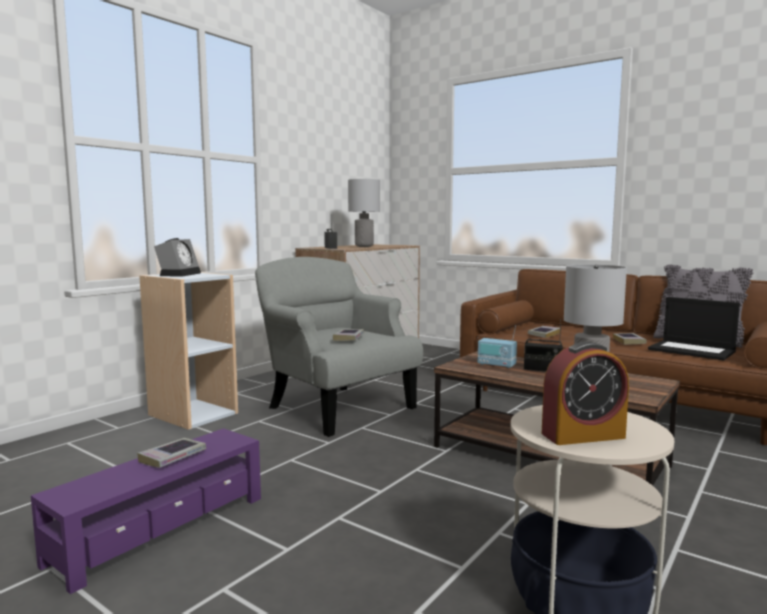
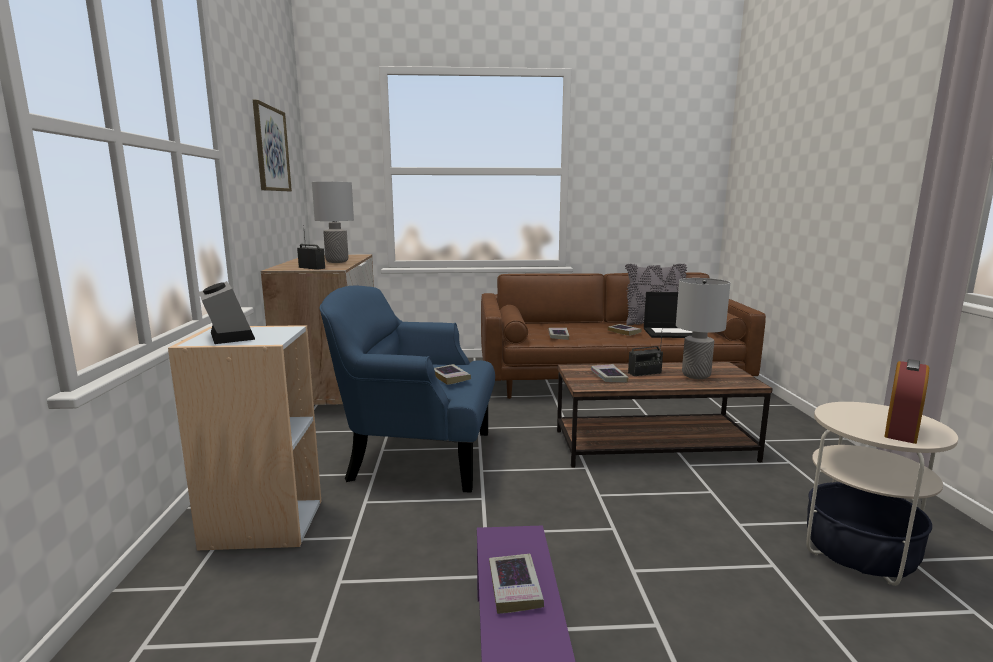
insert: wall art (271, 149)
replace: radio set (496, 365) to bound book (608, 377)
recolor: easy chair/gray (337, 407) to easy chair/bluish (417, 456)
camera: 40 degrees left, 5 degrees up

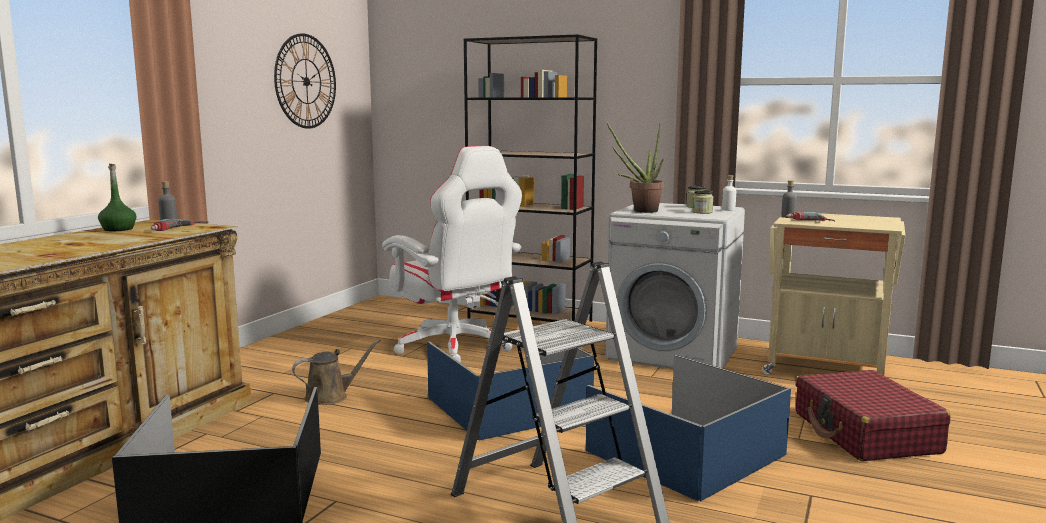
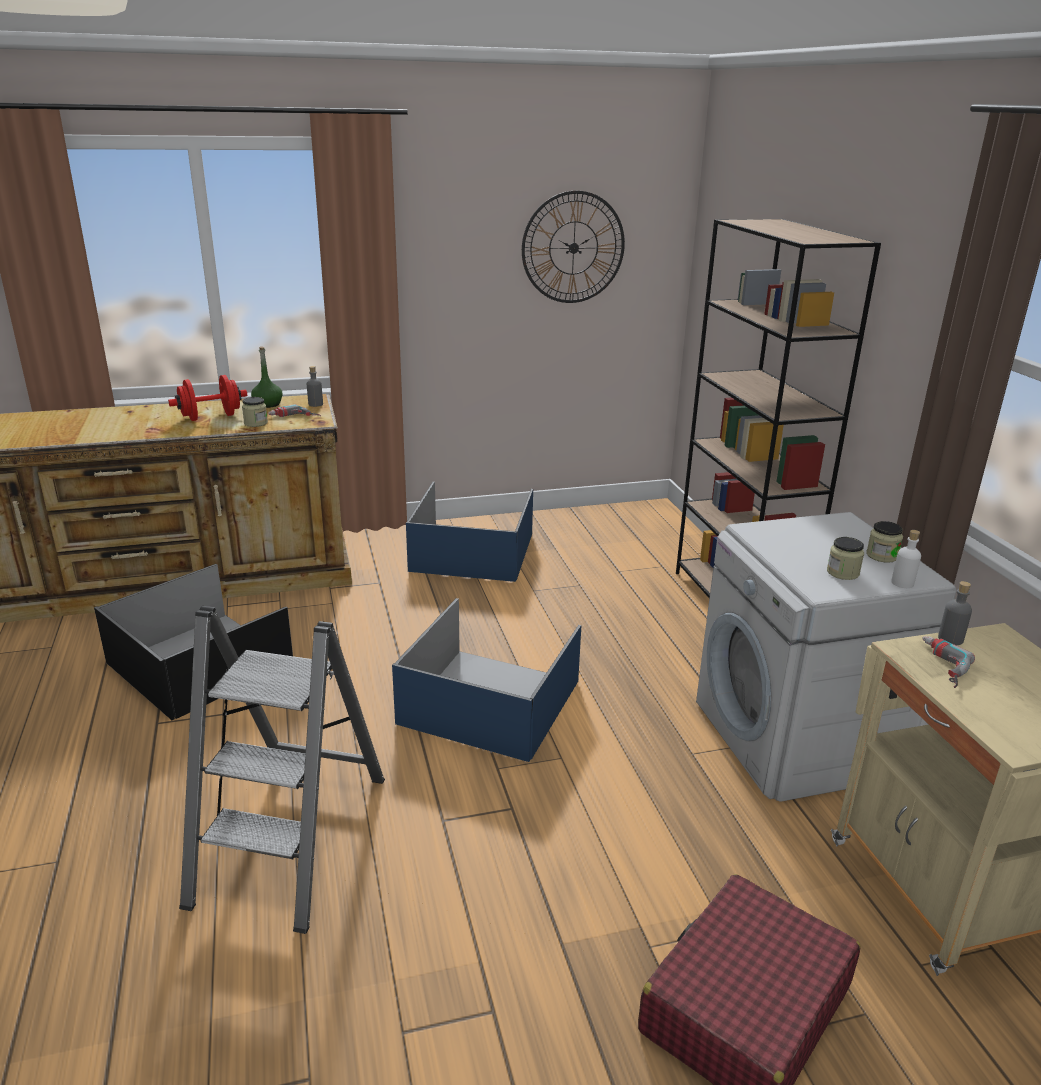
delete: sprinkling can/brown-coloured (330, 396); computer chair/white-coloured (453, 346); plant in a pot (640, 211)
insert: hand weight/red-coloured (211, 417); jar (256, 423)
move: storage bin/bluish (686, 452) to (474, 552)
camera: 50 degrees right, 15 degrees up

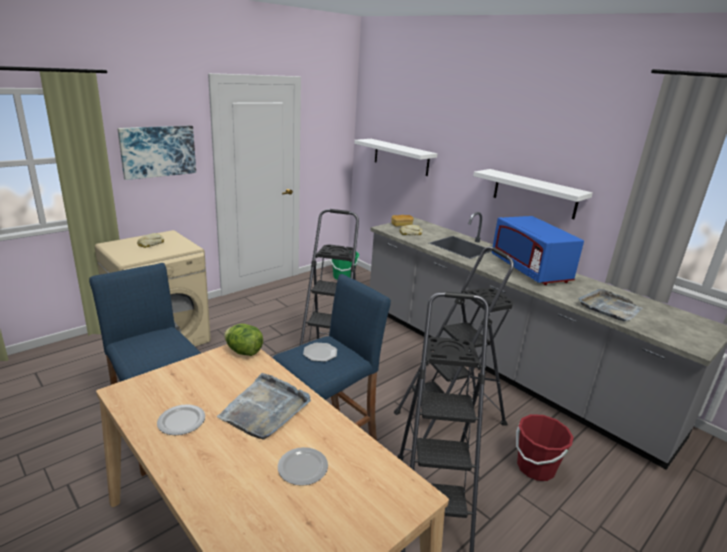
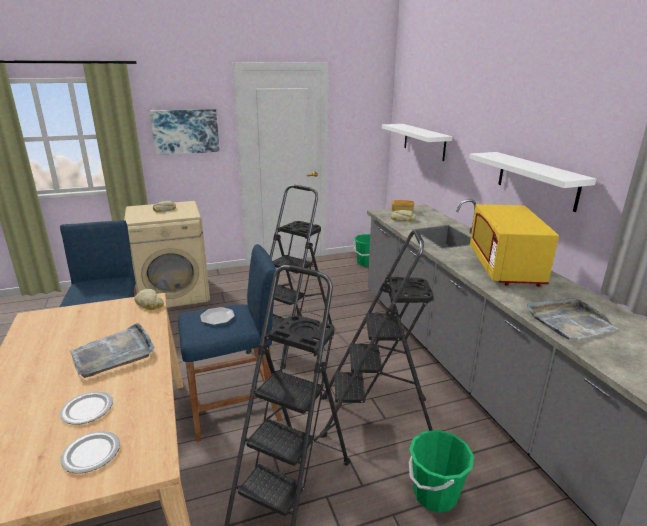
move: dinner plate (180, 421) to (91, 453)
replace: lettuce (244, 352) to baked bread (149, 304)
recolor: pail/red-coloured (535, 468) to pail/greenish (435, 494); microwave oven/bluish (530, 270) to microwave oven/yellowish (504, 267)
camera: 25 degrees right, 0 degrees up

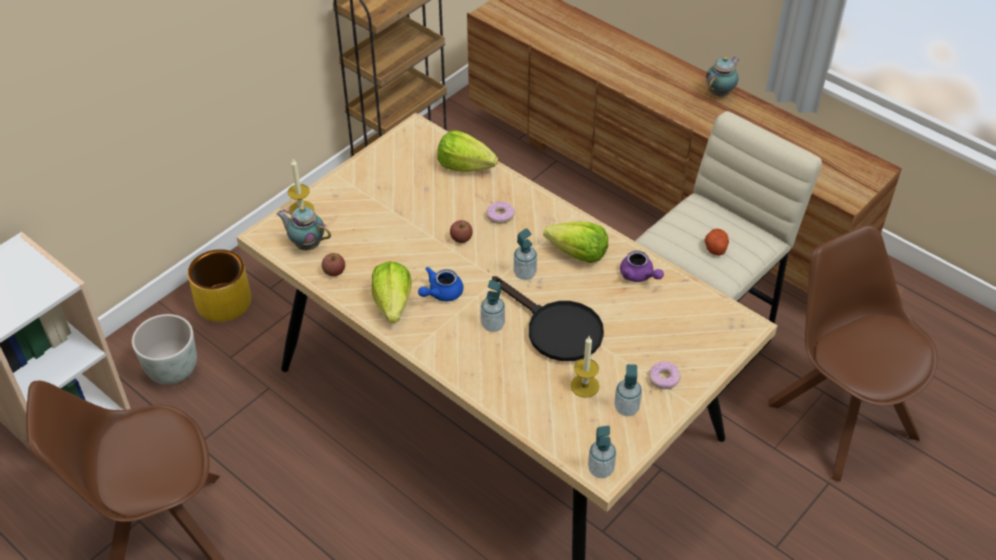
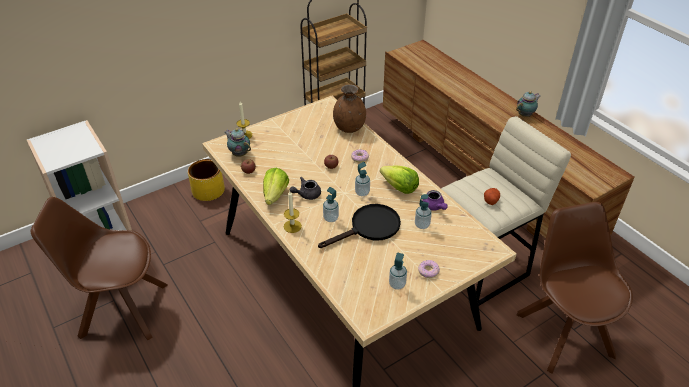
delete: plant pot/gray (172, 369)
move: wax candle (584, 386) to (292, 226); liquid soap bottle (600, 469) to (422, 225)
replace: lettuce (465, 166) to decorative vase/brown-coloured (349, 127)
recolor: tea pot/bluish (441, 293) to tea pot/gray (306, 194)
rotate: frying pan/black (556, 329) = (369, 228) 90 degrees counterclockwise
camera: 15 degrees right, 5 degrees down

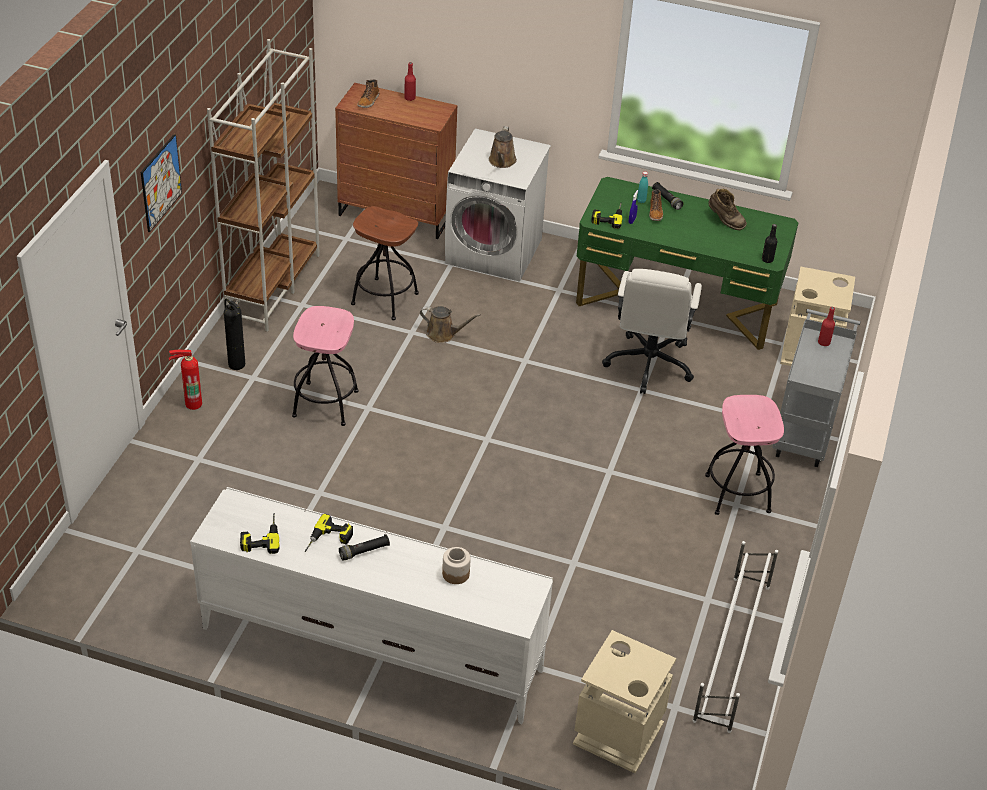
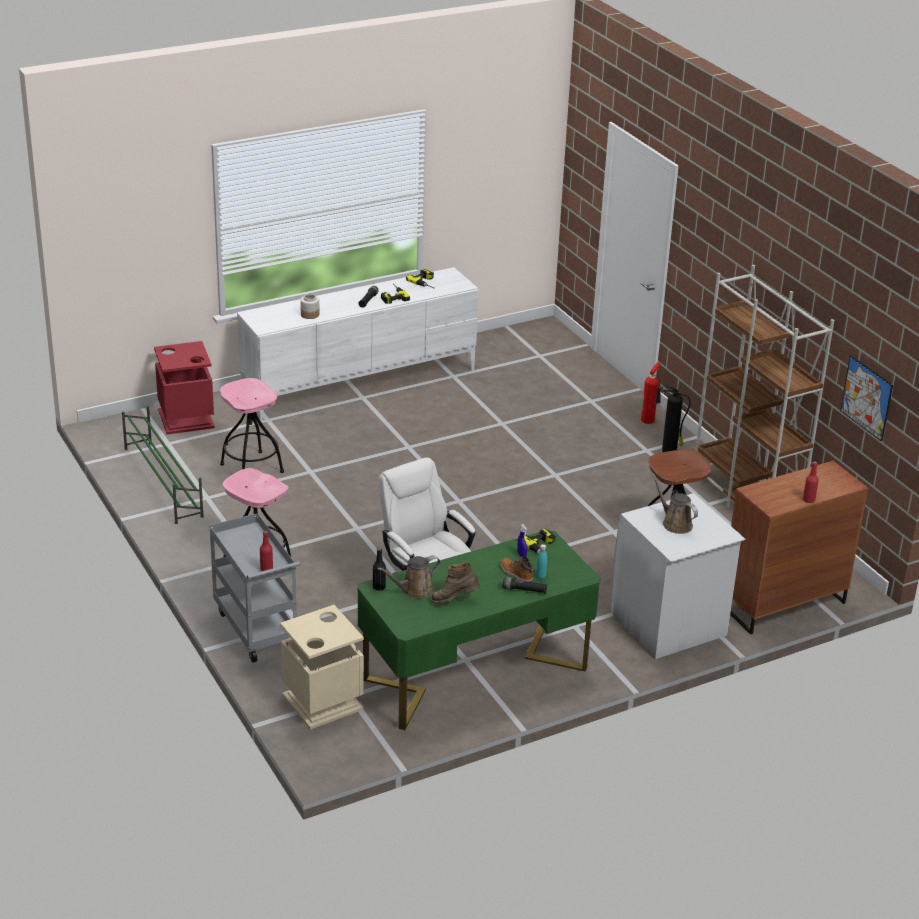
delete: tall boot (368, 101)
move: sitting stool/pink (325, 403) to (252, 468); sprinkling can/brown-coloured (443, 334) to (414, 590); wall art (161, 182) to (866, 398)
recolor: shoe stand/white-coloured (731, 652) to shoe stand/greenish (163, 481); waste bin/sand-coloured (618, 732) to waste bin/red-coloured (186, 419)
camera: 135 degrees right, 10 degrees down

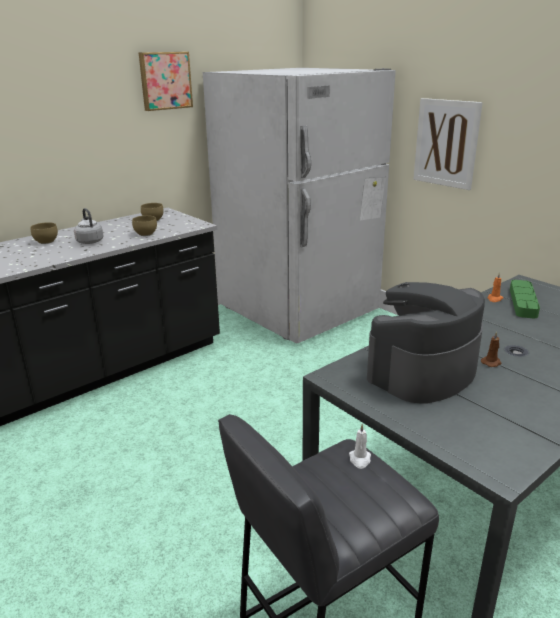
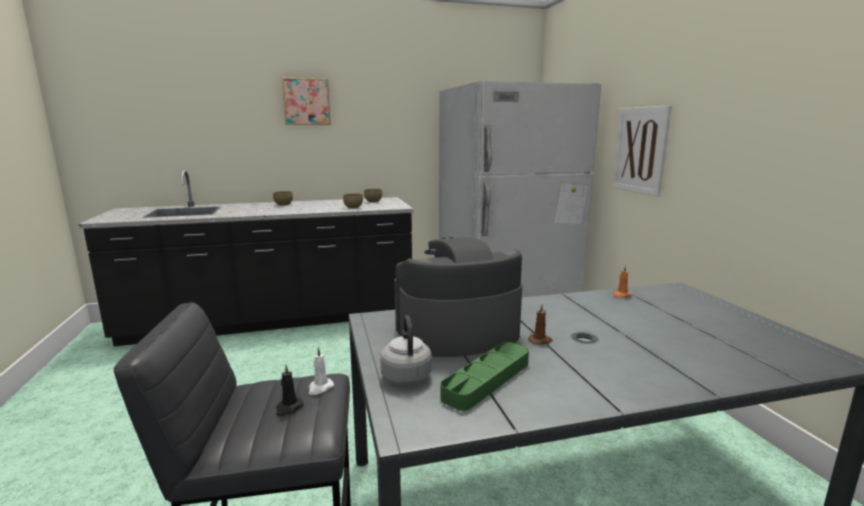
insert: wax candle/black (288, 408)
move: wall art (165, 80) to (306, 102); water kettle/gray (89, 241) to (406, 375); tray/greenish (523, 302) to (487, 379)
camera: 25 degrees right, 10 degrees down

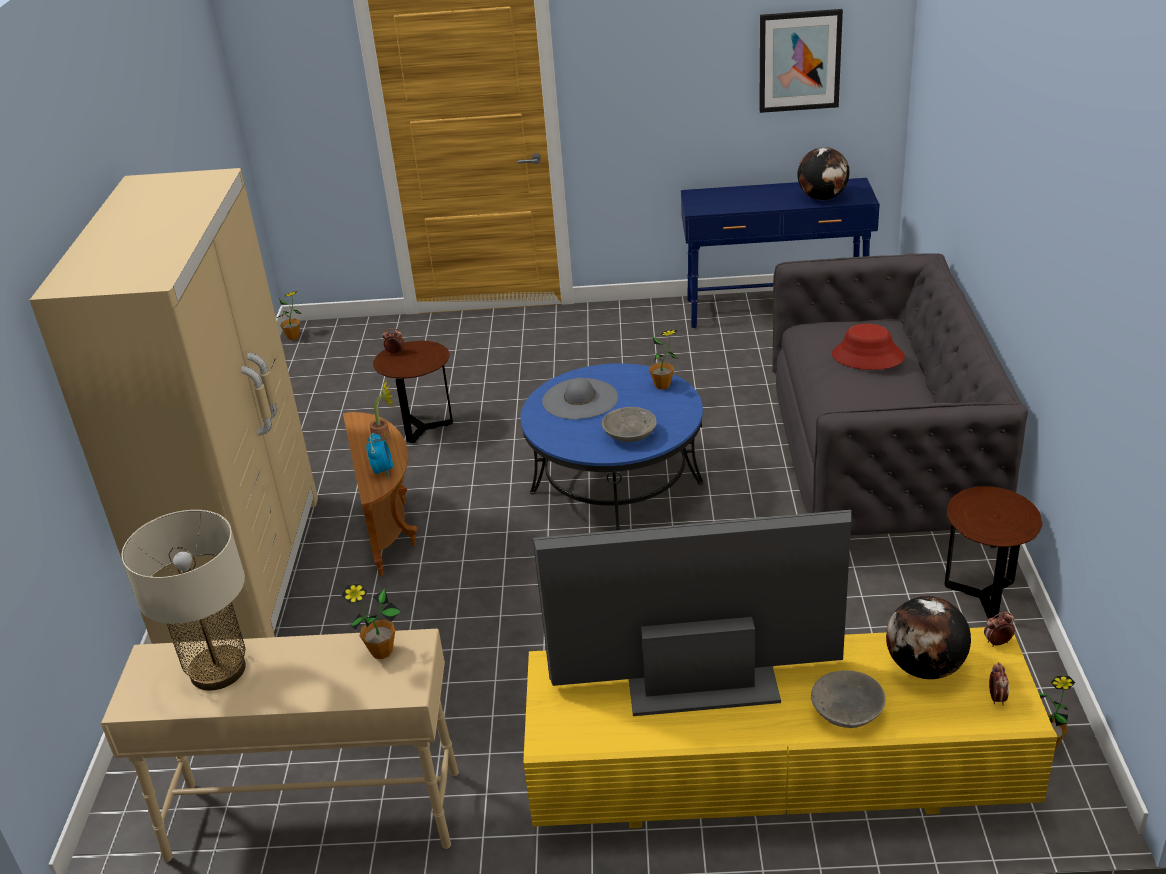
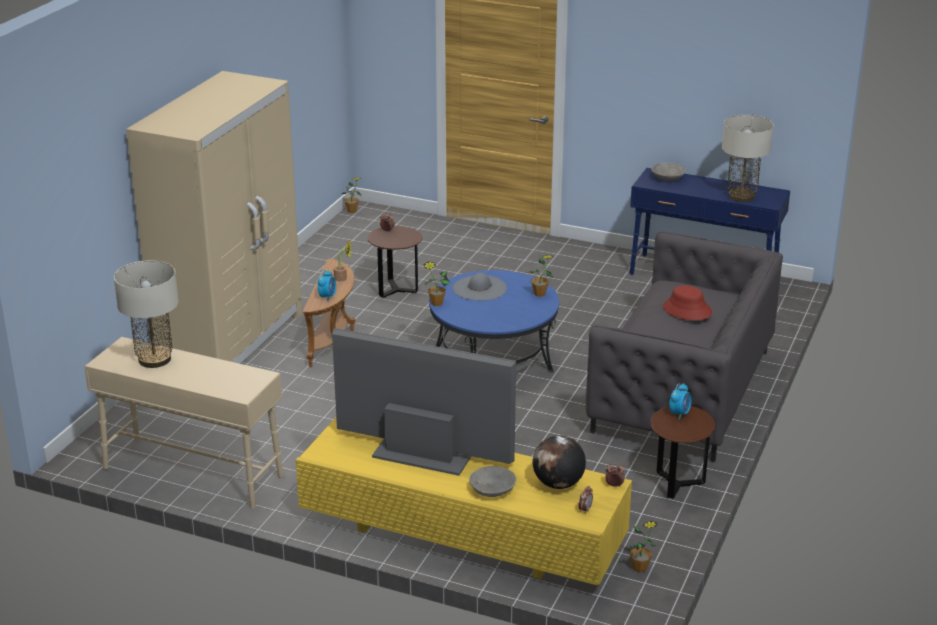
delete: wall art (799, 61)
insert: table clock (679, 413)
move: plant in a pot (381, 652) to (437, 303); deep dish/gray (630, 435) to (667, 178)
replace: globe (822, 198) to lamp for a table (741, 197)
camera: 20 degrees right, 5 degrees down

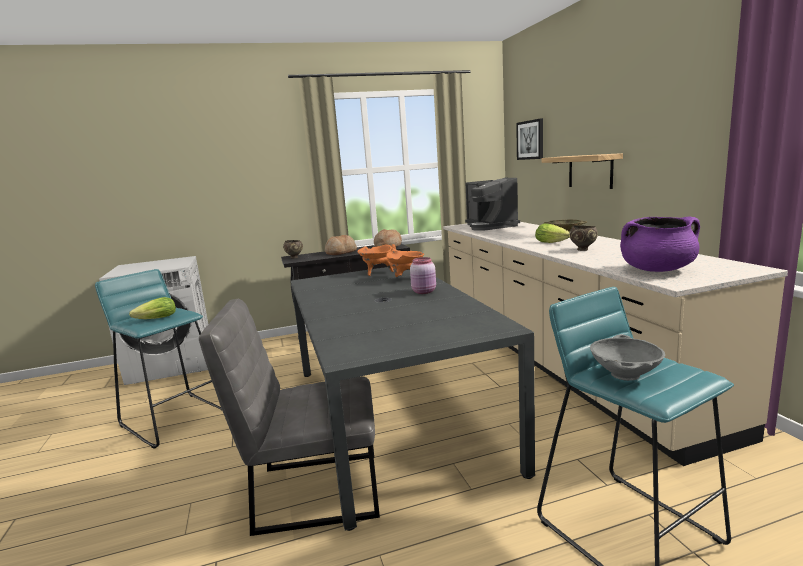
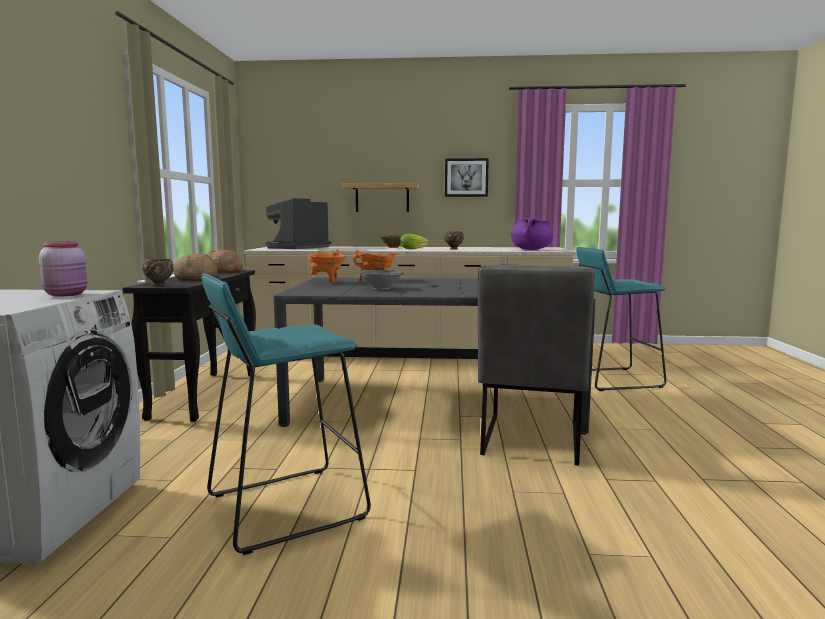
delete: lettuce (154, 319)
move: jar/pink (424, 292) to (67, 294); deep dish/gray (625, 375) to (381, 288); wall art (530, 140) to (466, 177)
rotate: coffee maker (490, 226) = (298, 248) 120 degrees clockwise
camera: 70 degrees left, 5 degrees down

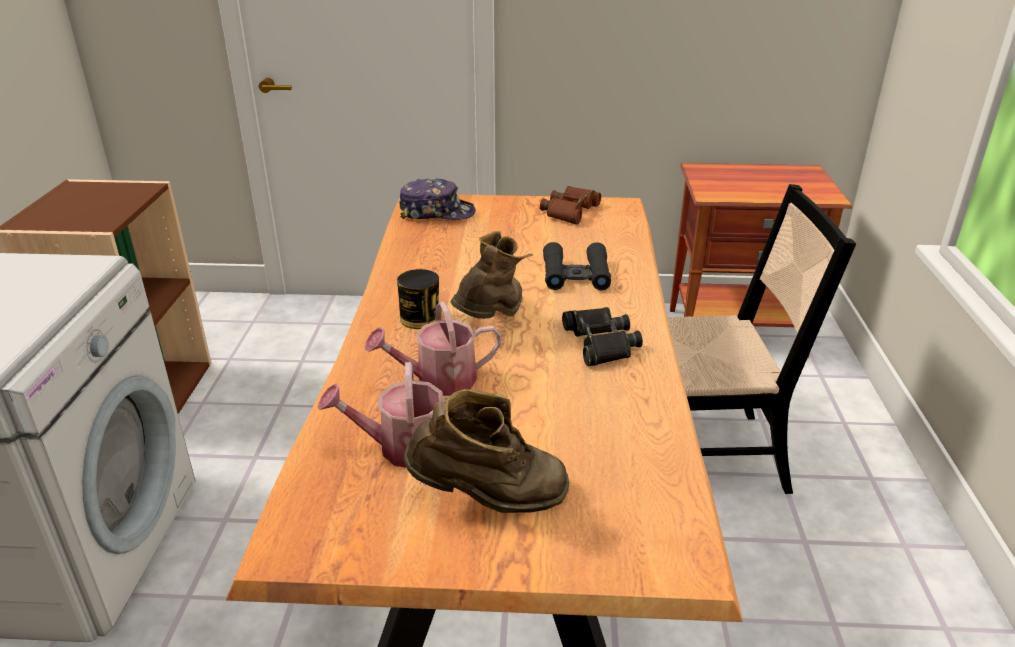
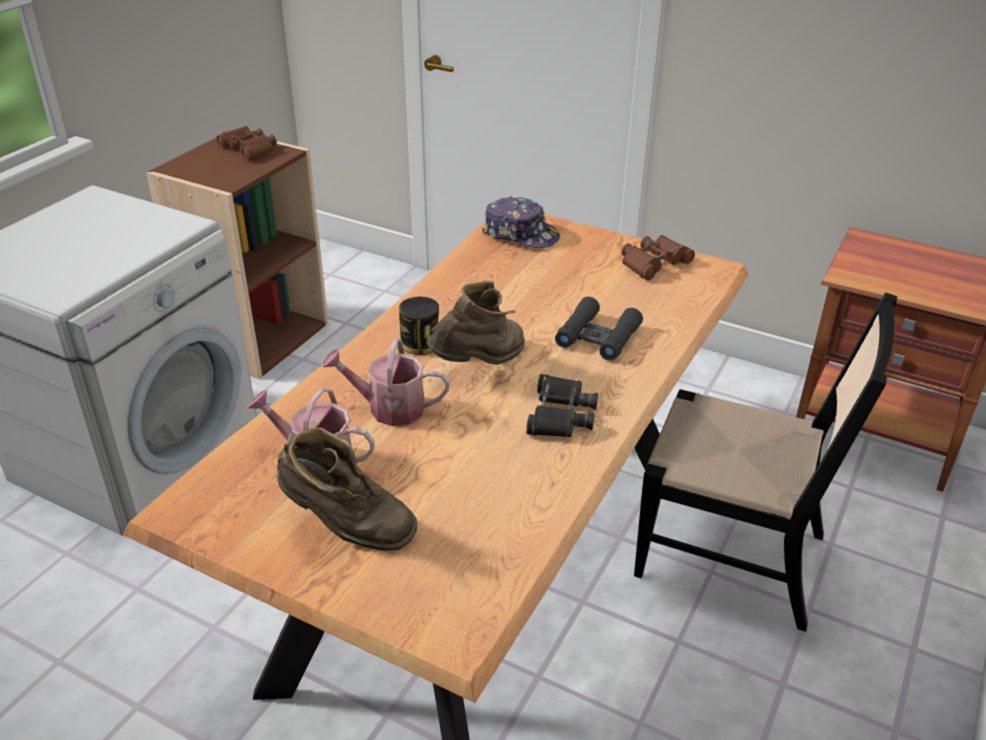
insert: field glasses/brown-coloured (248, 149)
camera: 25 degrees right, 5 degrees up

